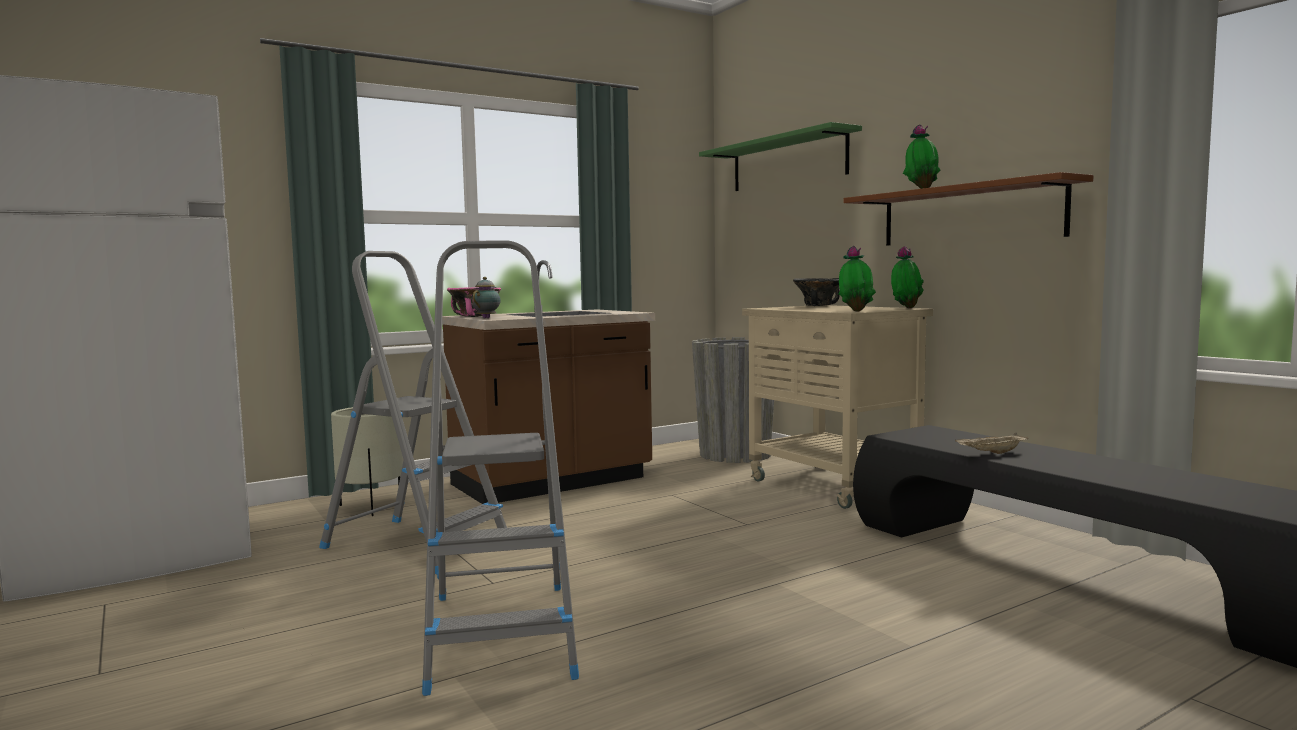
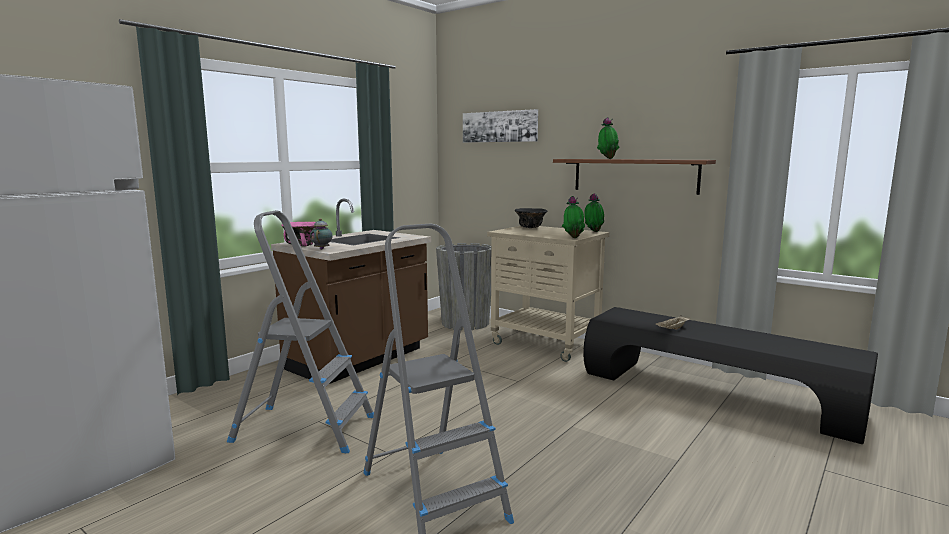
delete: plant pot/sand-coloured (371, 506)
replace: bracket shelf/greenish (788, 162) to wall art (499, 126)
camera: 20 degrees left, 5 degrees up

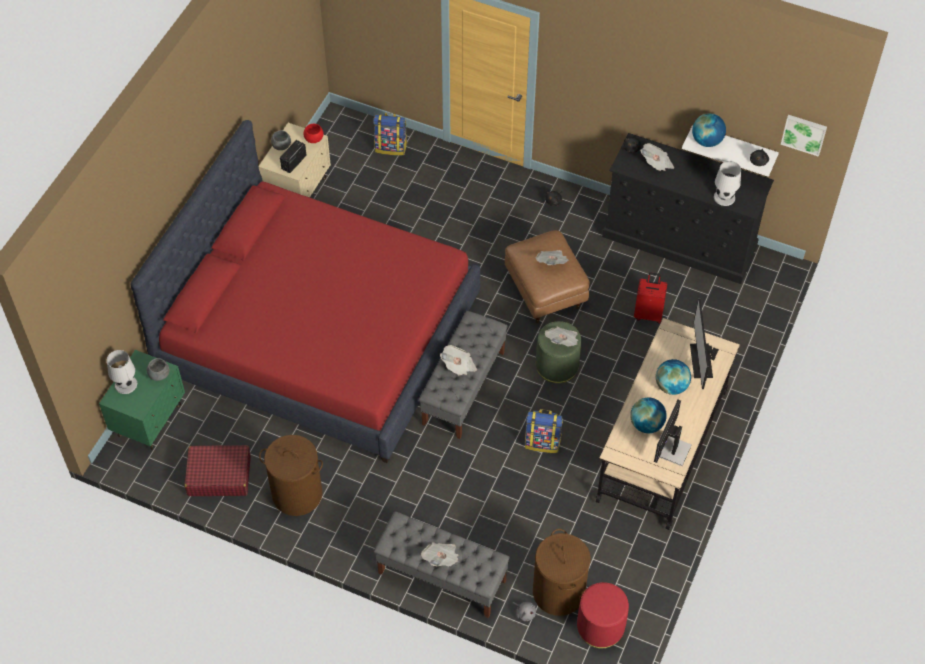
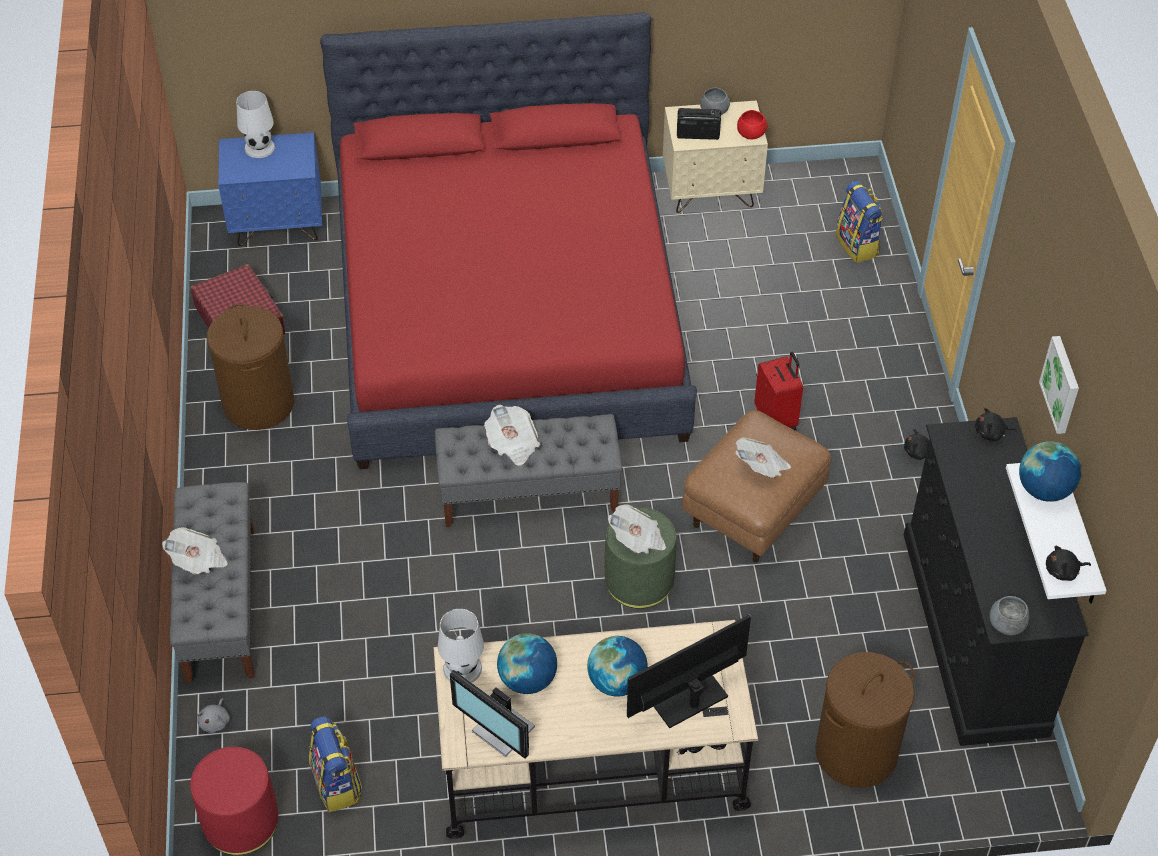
delete: daily paper (656, 164)
move: rucksack (543, 442) to (337, 784); lamp for a table/white-coloured (724, 197) to (462, 668); travel case/red-coloured (648, 314) to (776, 420); laundry basket/brown-coloured (559, 592) to (856, 752); deep dish/gray (159, 375) to (1007, 625); wall art (804, 134) to (1062, 384)
recolor: night table/greenish (149, 420) to night table/bluish (278, 225)
rotate: computer display (672, 450) = (502, 731) 135 degrees counterclockwise
camera: 60 degrees right, 5 degrees down

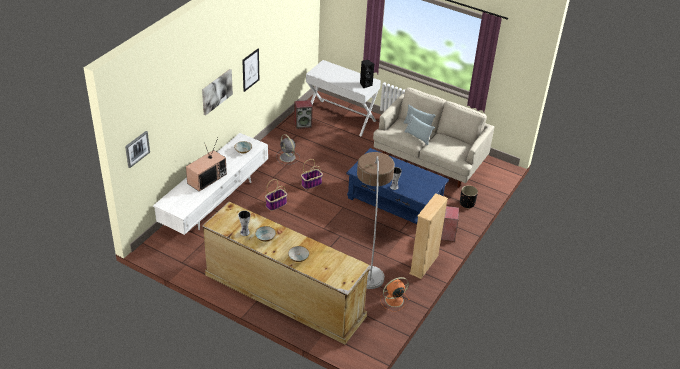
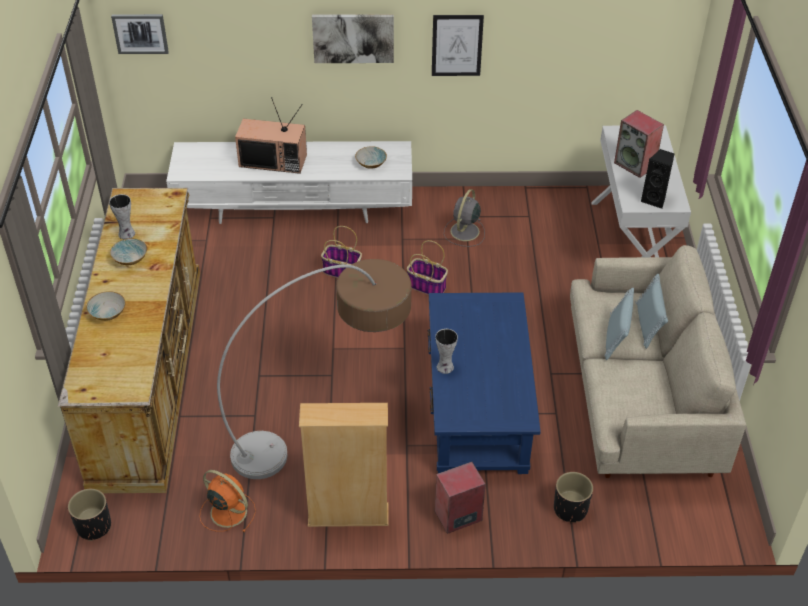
insert: plant pot/black (93, 526)
move: speaker (303, 124) to (635, 165)
camera: 60 degrees right, 5 degrees up

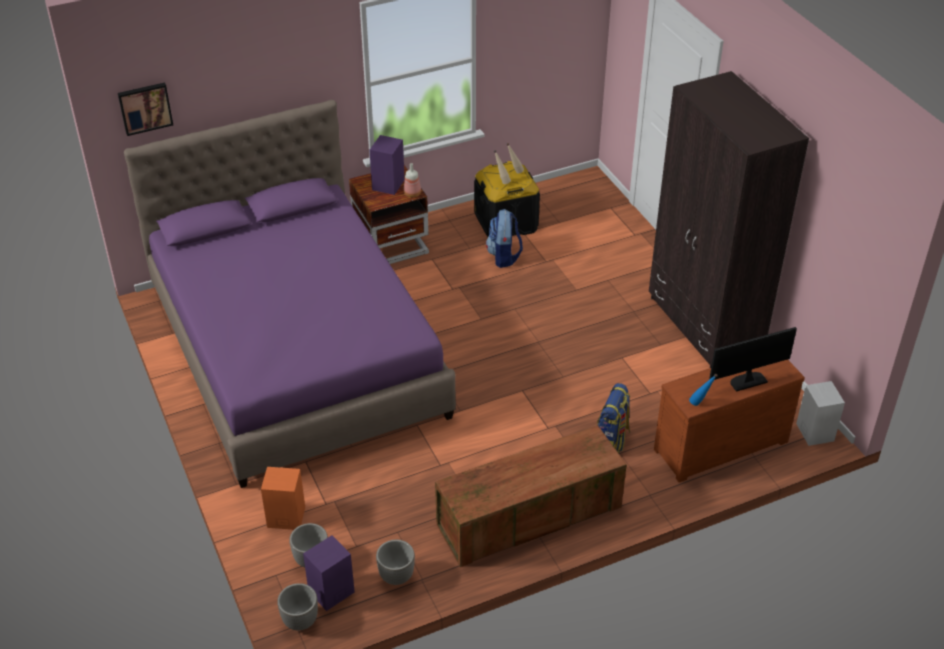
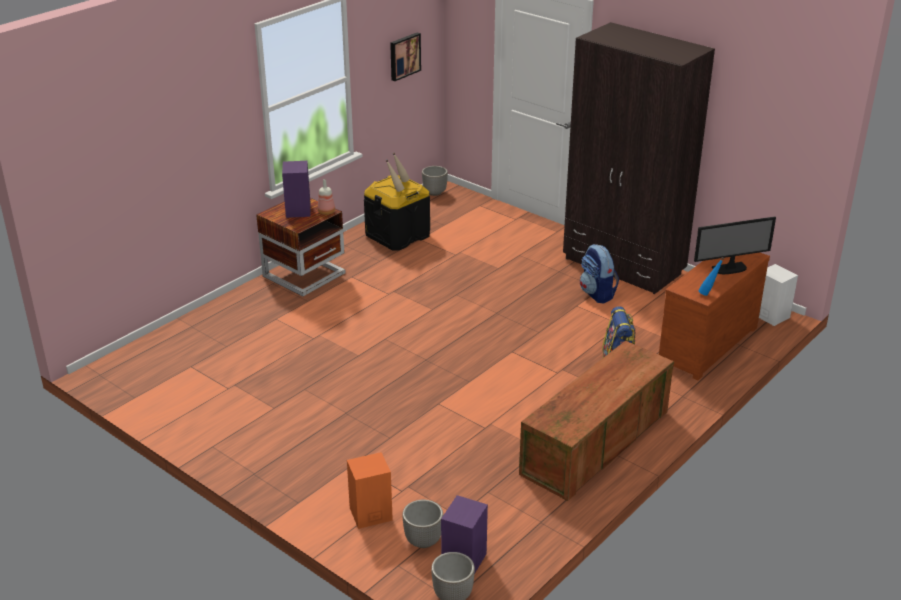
delete: bed/purple-coloured (297, 350)
move: wall art (145, 107) to (404, 56); plant pot (396, 576) to (434, 192); rucksack (504, 256) to (597, 294)
rotate: computer display (747, 381) = (730, 269) 150 degrees counterclockwise
camera: 25 degrees left, 10 degrees down

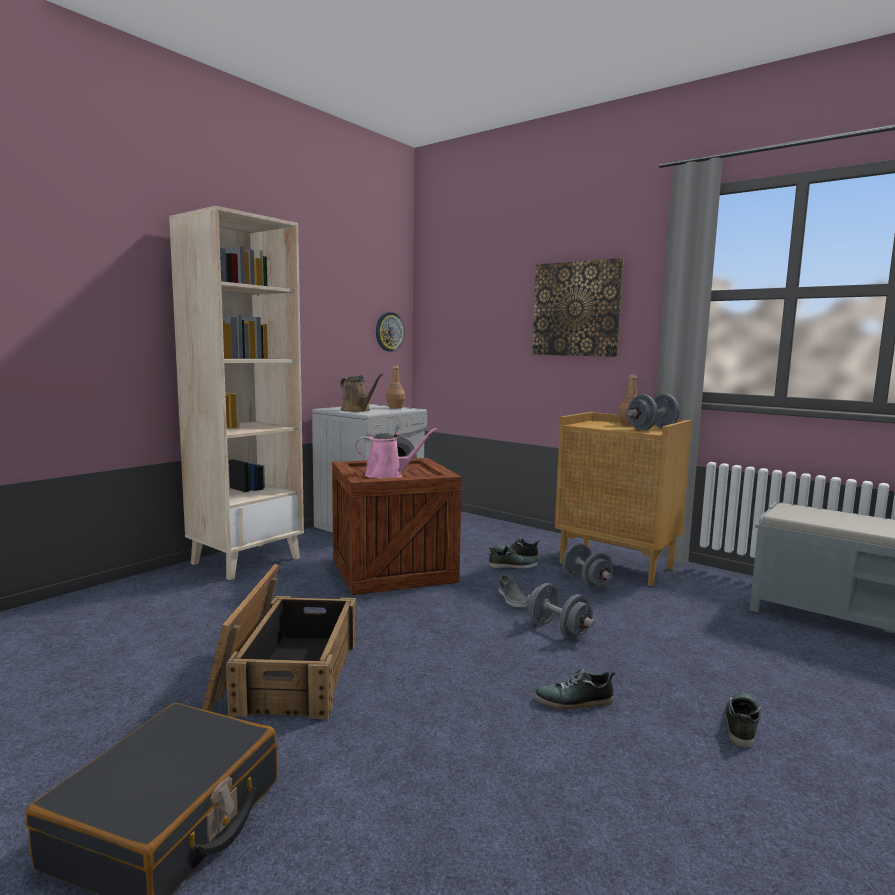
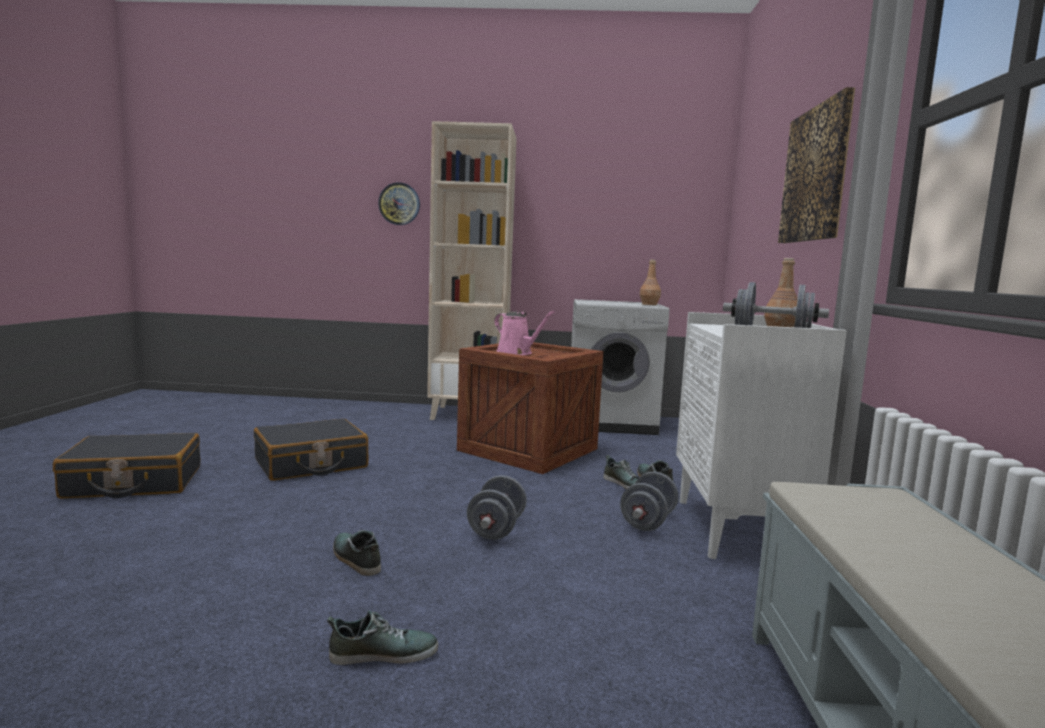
delete: sprinkling can/brown-coloured (357, 410); item of footwear/gray (511, 598)
move: clock on the wall (389, 332) to (399, 204)
replace: shipping crate (286, 673) to travel case/black (311, 464)
recolor: storage cabinet/brown-coloured (616, 566) to storage cabinet/white-coloured (736, 530)
camera: 55 degrees right, 0 degrees up

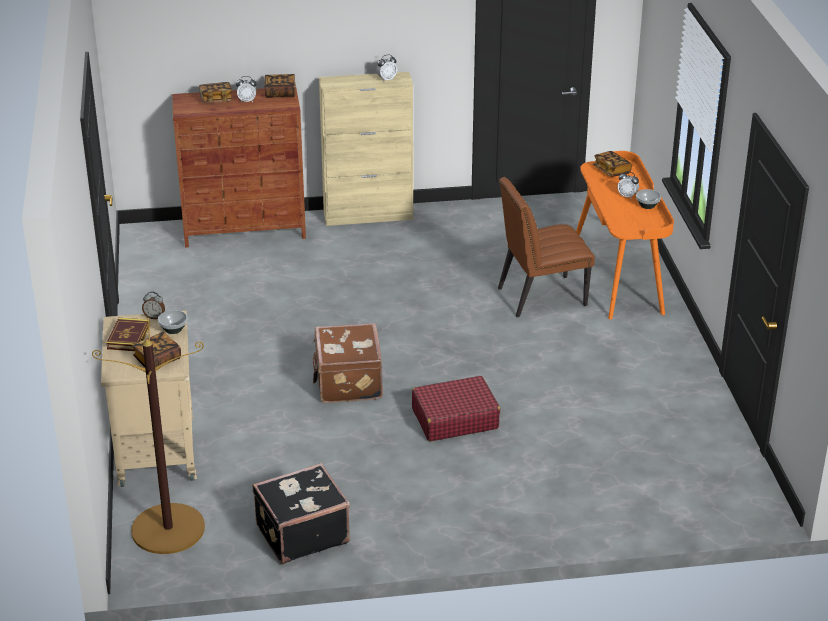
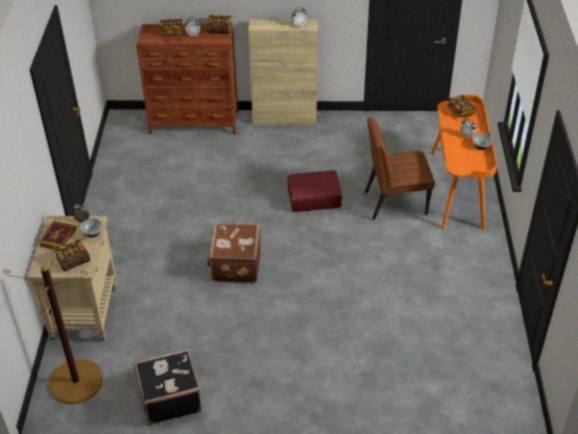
move: travel case/red-coloured (454, 419) to (314, 197)
camera: 10 degrees right, 10 degrees up

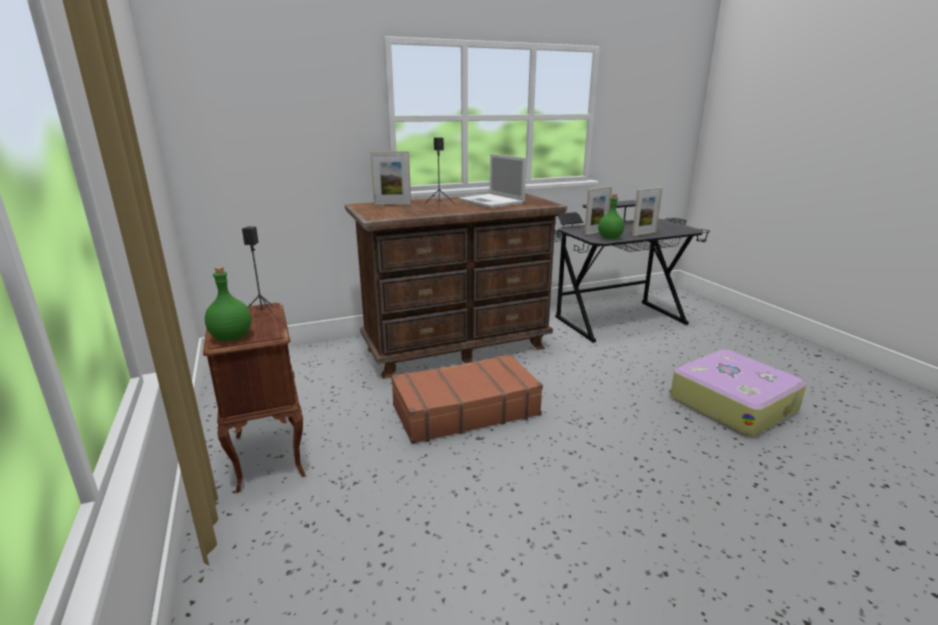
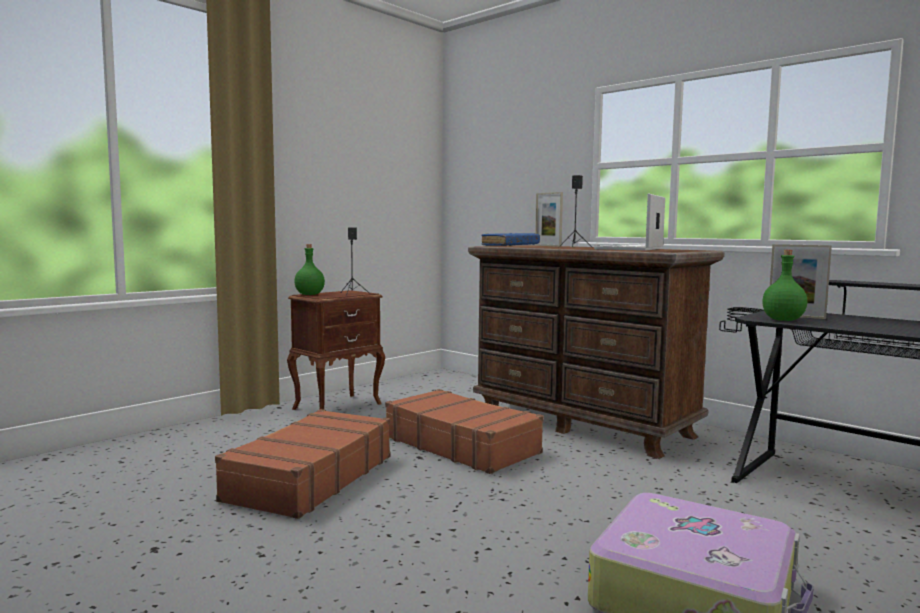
delete: picture frame (644, 234)
insert: travel case/brown-coloured (309, 478); bound book/bluish (510, 246)
camera: 65 degrees right, 15 degrees down

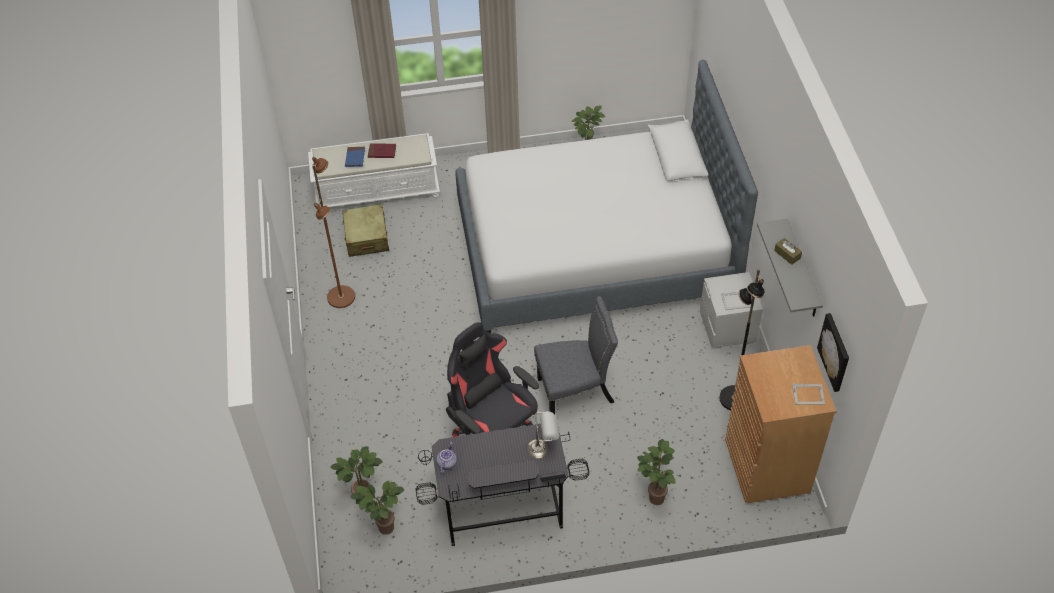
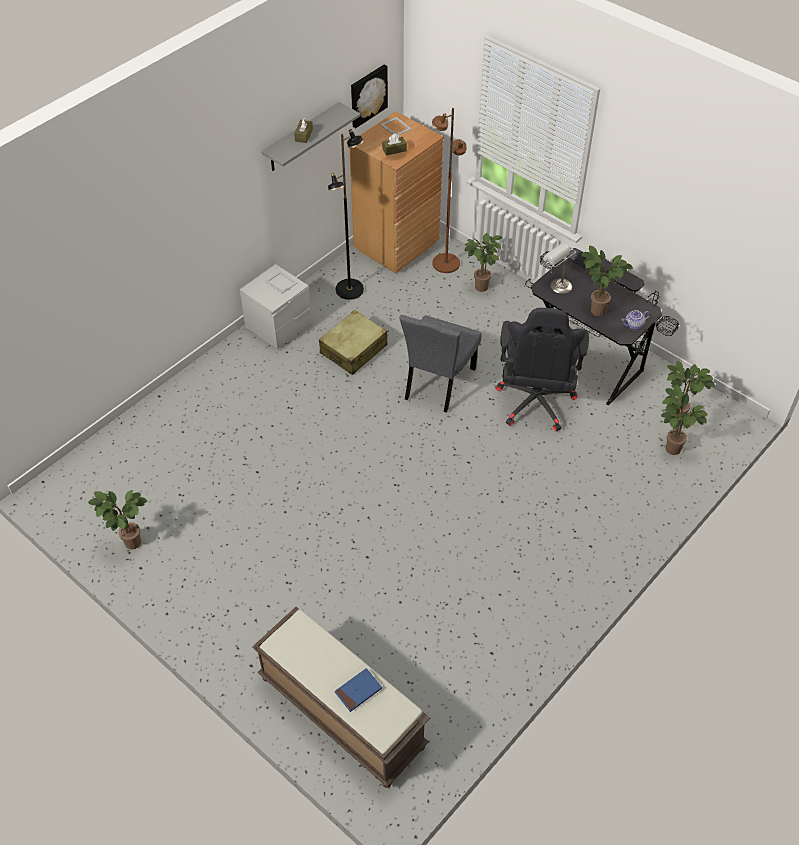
delete: bound book/red-coloured (382, 152); bed (594, 250)
insert: tissue holder/brown-coloured (394, 150); plant in a pot (595, 311)
move: travel case/sand-coloured (366, 237) to (354, 349); standing lamp/brown-coloured (342, 297) to (445, 263)
recolor: long seat/white-coloured (378, 191) to long seat/brown-coloured (340, 712)
rotate: upright chair/gray (574, 392) = (438, 381) 105 degrees counterclockwise
camera: 130 degrees left, 0 degrees up

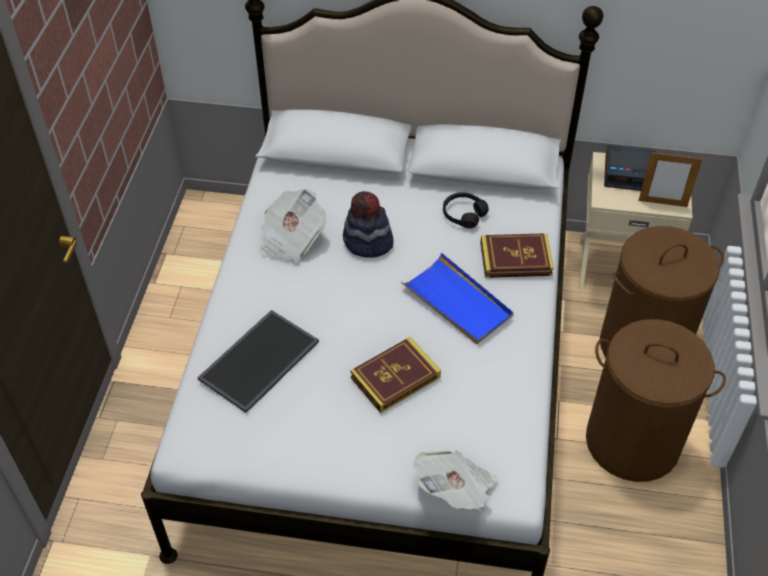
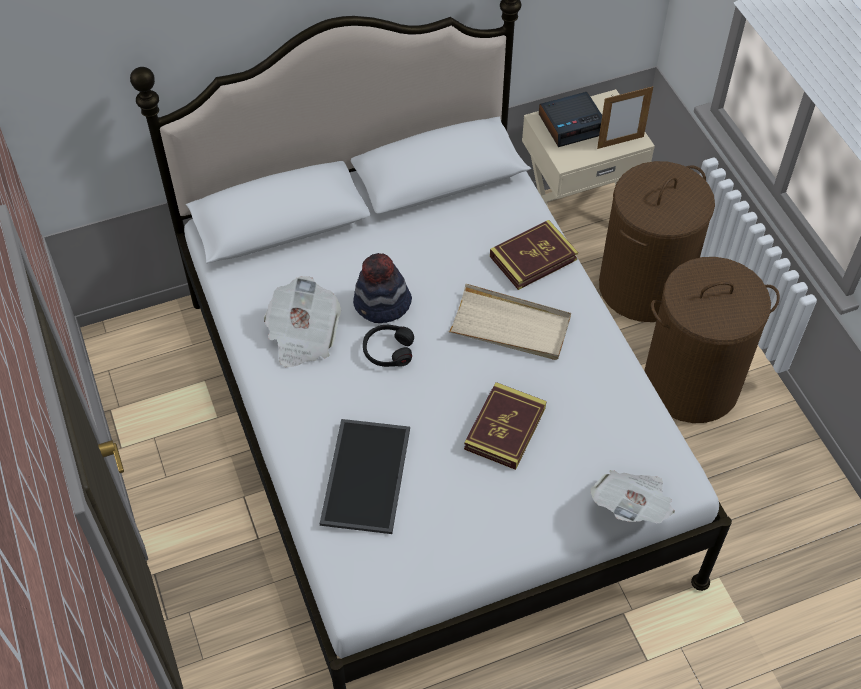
move: pair of headphones/black (463, 214) to (388, 350)
recolor: tray/bluish (457, 302) to tray/sand-coloured (510, 326)
camera: 30 degrees left, 5 degrees up

